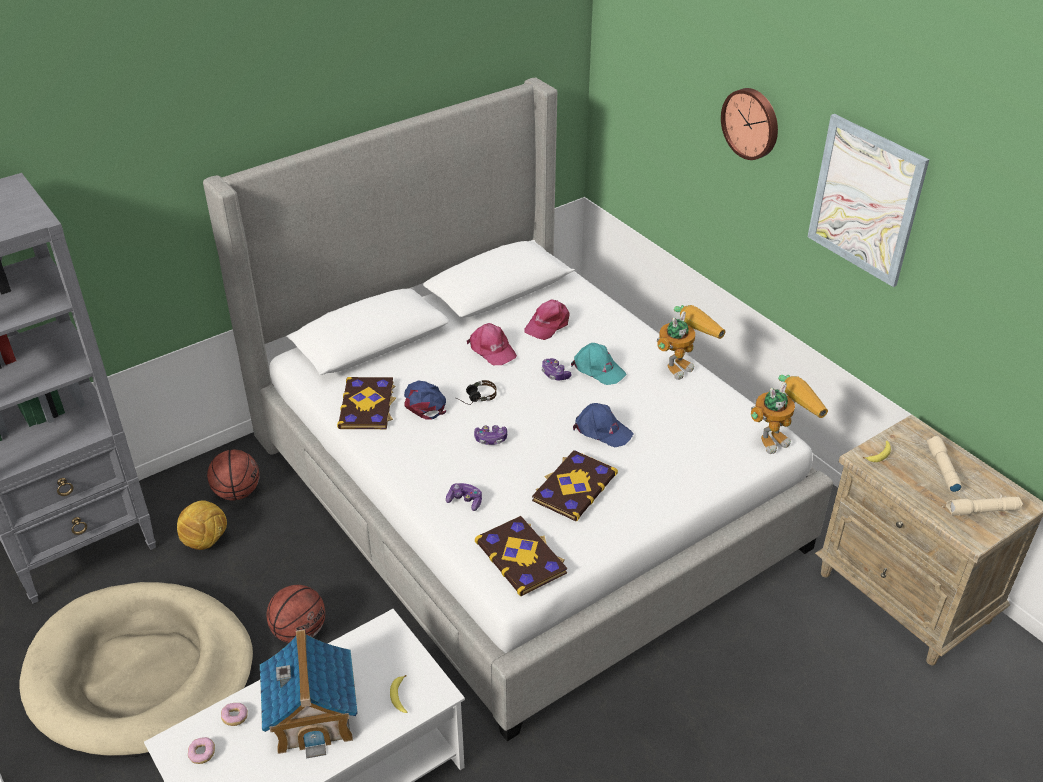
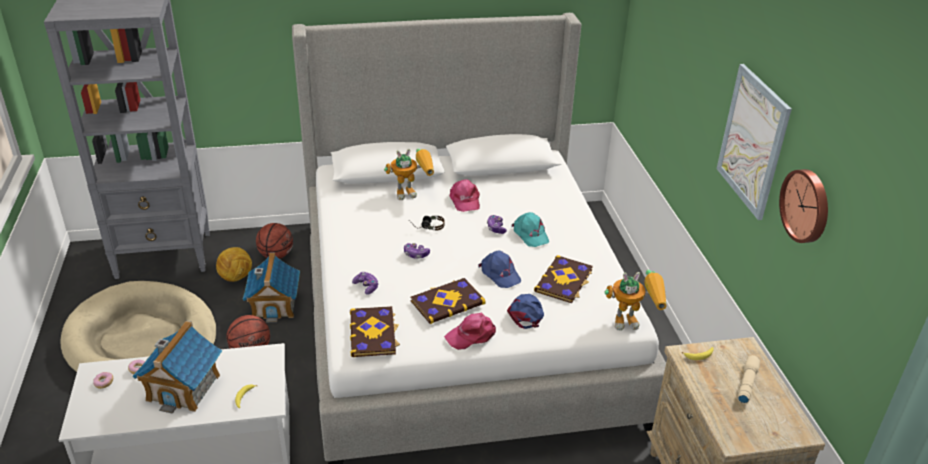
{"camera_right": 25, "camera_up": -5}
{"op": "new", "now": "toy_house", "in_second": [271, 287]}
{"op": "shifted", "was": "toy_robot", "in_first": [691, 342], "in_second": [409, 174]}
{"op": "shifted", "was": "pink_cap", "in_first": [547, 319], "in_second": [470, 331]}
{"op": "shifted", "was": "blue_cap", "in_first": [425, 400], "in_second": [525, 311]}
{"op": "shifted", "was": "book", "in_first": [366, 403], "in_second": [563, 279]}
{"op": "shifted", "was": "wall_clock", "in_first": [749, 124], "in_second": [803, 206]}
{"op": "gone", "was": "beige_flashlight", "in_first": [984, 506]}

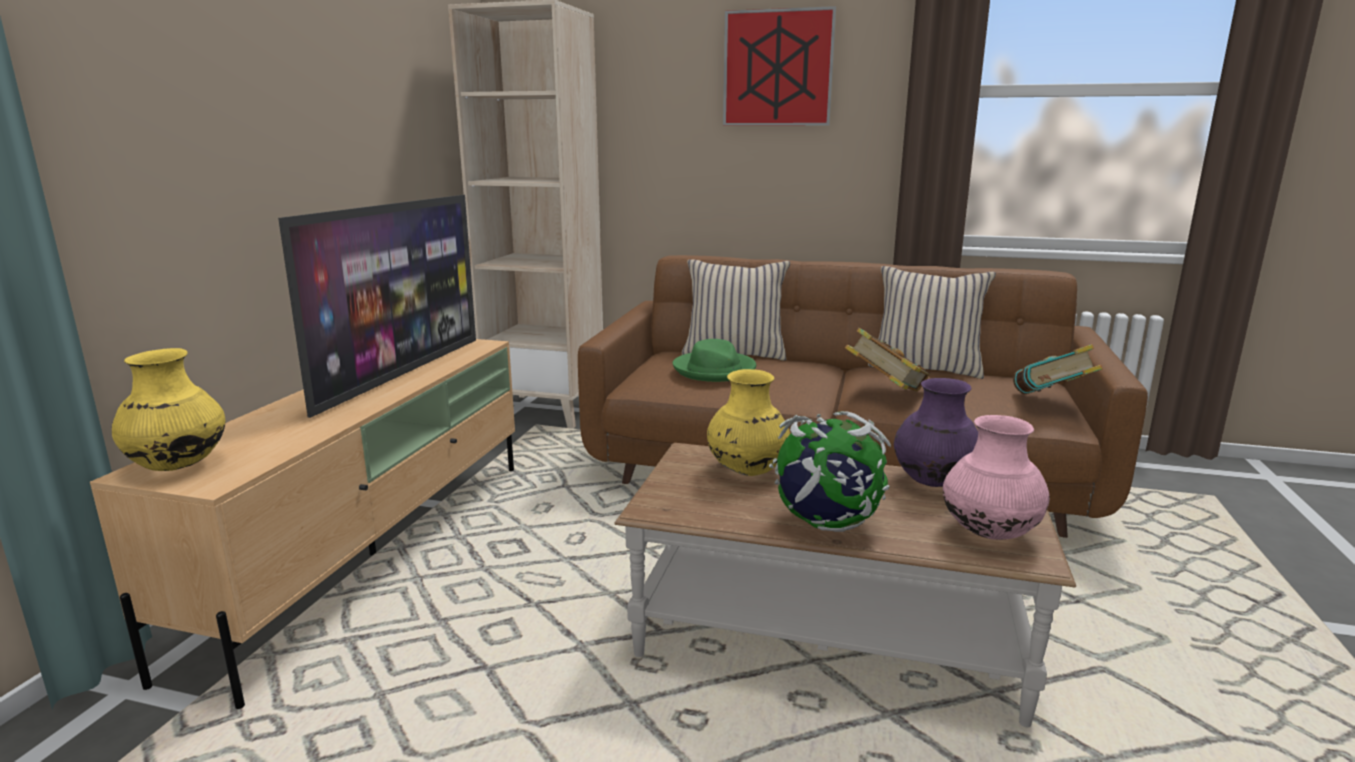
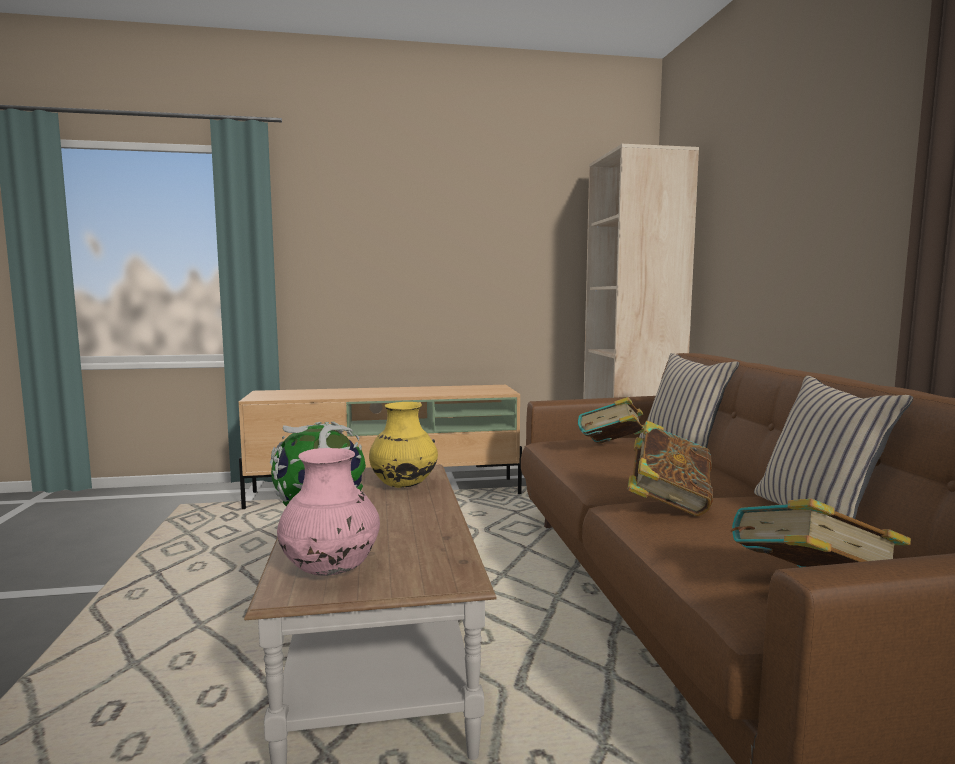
{"camera_right": 65, "camera_up": -10}
{"op": "swapped", "was": "green_hat", "now": "book", "in_first": [714, 360], "in_second": [611, 420]}
{"op": "gone", "was": "yellow_vase", "in_first": [169, 409]}
{"op": "gone", "was": "television", "in_first": [377, 306]}
{"op": "gone", "was": "picture", "in_first": [779, 66]}
{"op": "gone", "was": "purple_vase", "in_first": [936, 432]}

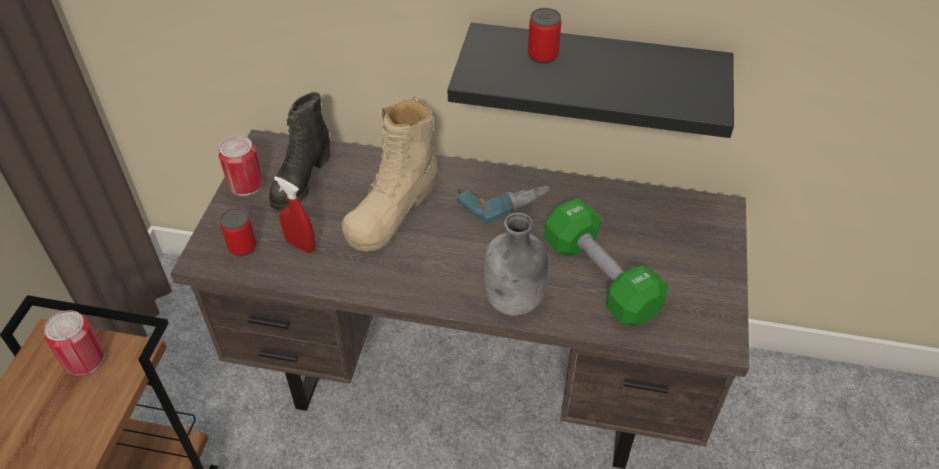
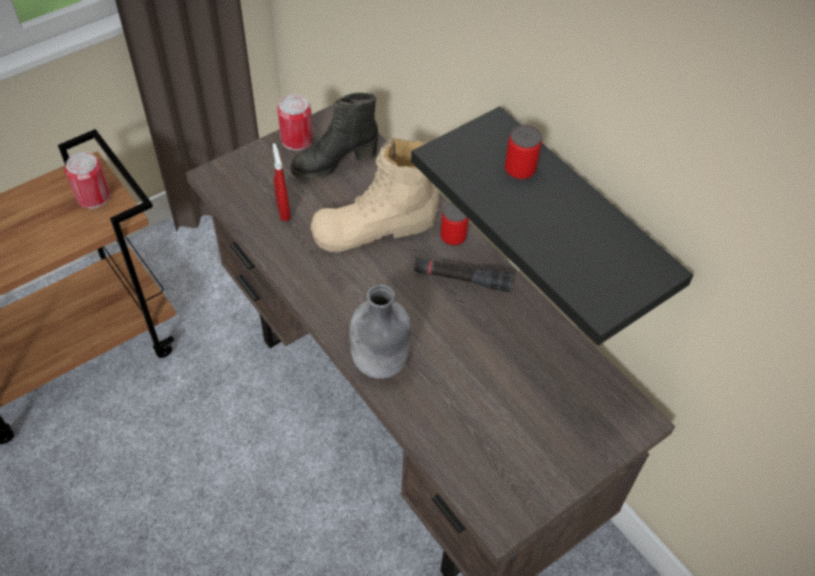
{"camera_right": 40, "camera_up": 5}
{"op": "swapped", "was": "power_drill", "now": "black_flashlight", "in_first": [503, 205], "in_second": [463, 275]}
{"op": "shifted", "was": "can", "in_first": [238, 232], "in_second": [454, 224]}
{"op": "gone", "was": "green_dumbbell", "in_first": [606, 262]}

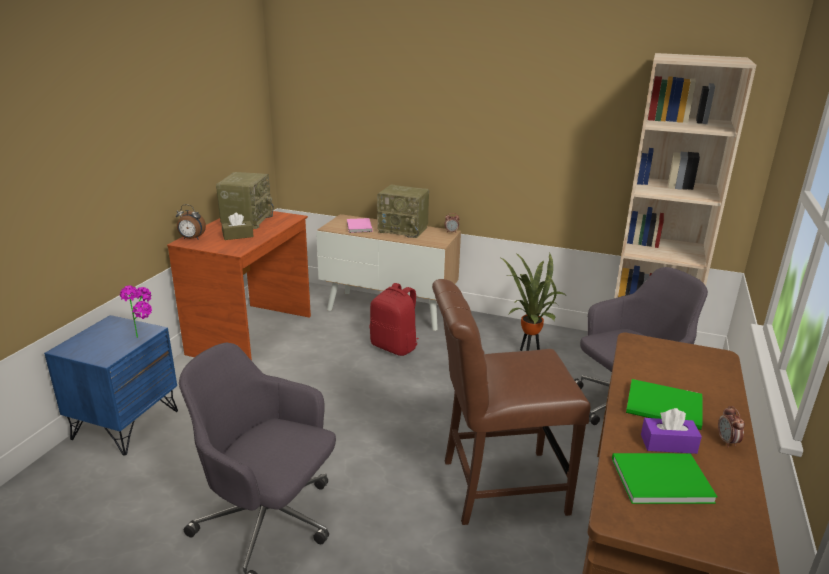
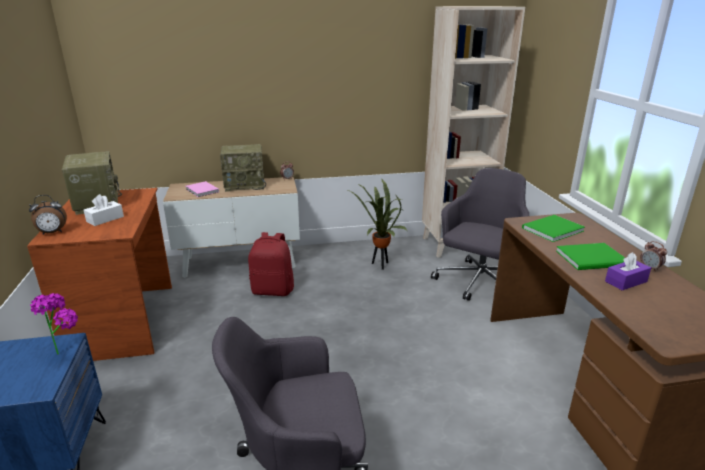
{"camera_right": -30, "camera_up": 0}
{"op": "repainted", "was": "brown_tissue_box", "now": "white_tissue_box", "in_first": [238, 226], "in_second": [104, 210]}
{"op": "shifted", "was": "green_book", "in_first": [664, 478], "in_second": [553, 228]}
{"op": "gone", "was": "brown_chair", "in_first": [511, 402]}

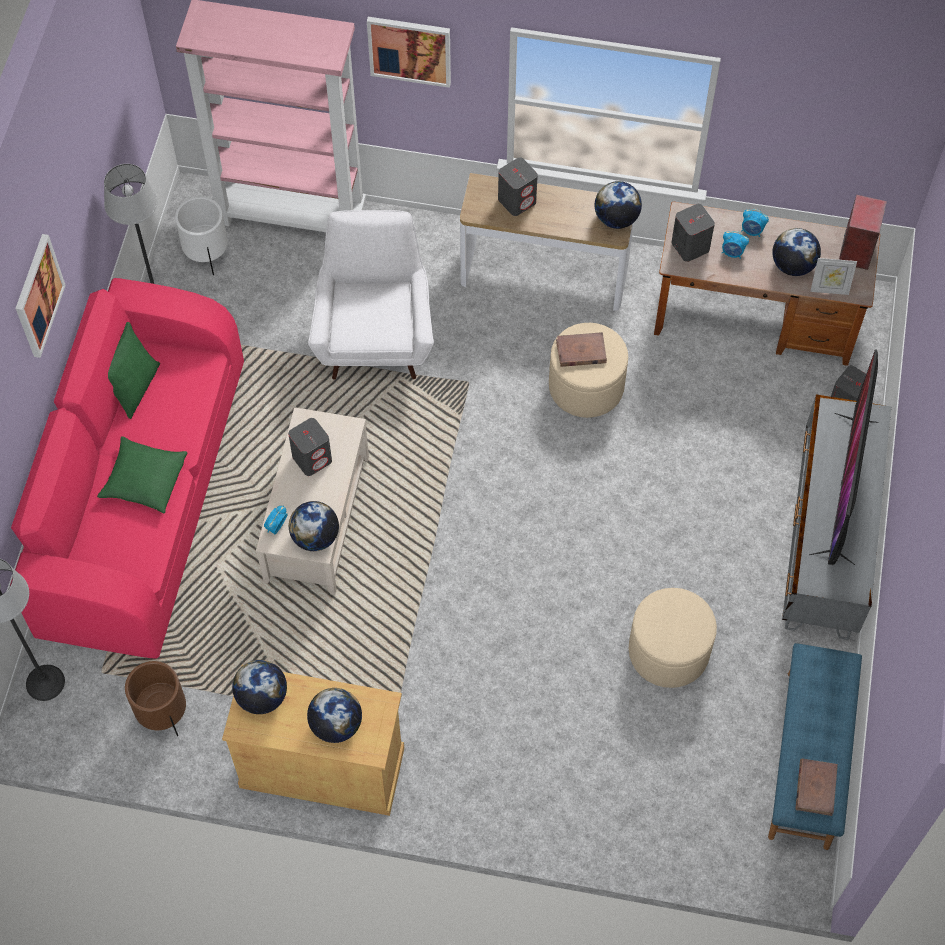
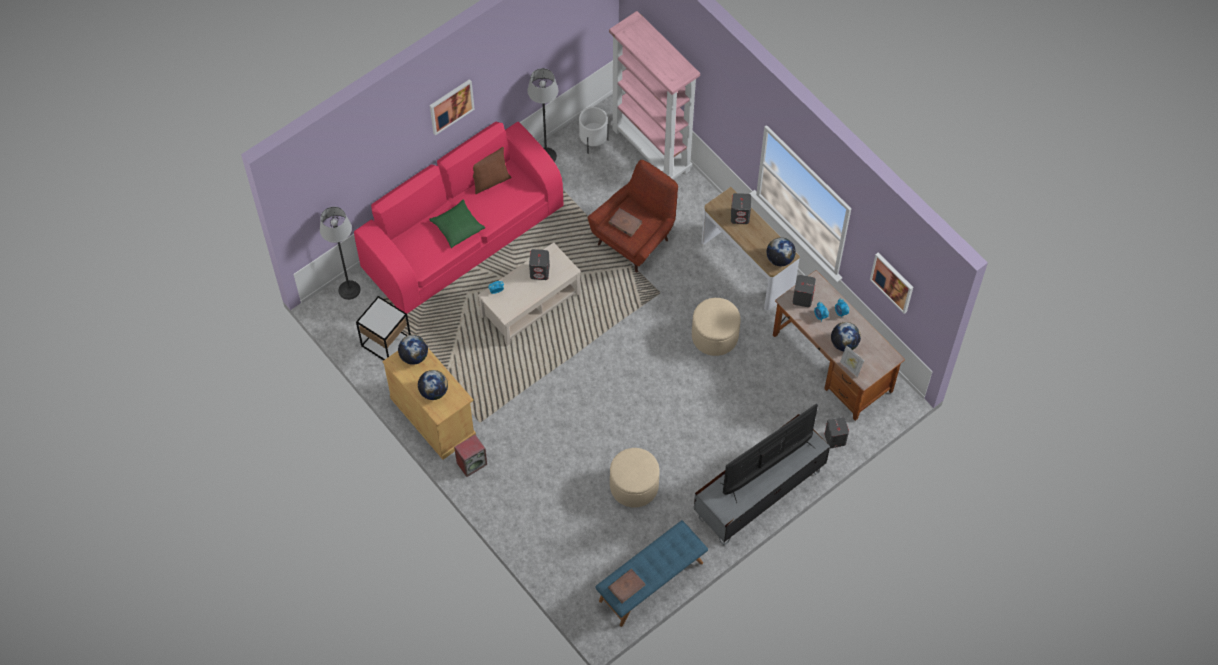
{"camera_right": 40, "camera_up": 0}
{"op": "swapped", "was": "brown_planter", "now": "side_table", "in_first": [155, 699], "in_second": [383, 328]}
{"op": "shifted", "was": "speaker", "in_first": [863, 232], "in_second": [470, 456]}
{"op": "repainted", "was": "green_pillow", "now": "brown_pillow", "in_first": [134, 370], "in_second": [492, 170]}
{"op": "repainted", "was": "white_armchair", "now": "red_armchair", "in_first": [371, 295], "in_second": [633, 216]}
{"op": "shifted", "was": "brown_book", "in_first": [581, 349], "in_second": [625, 222]}
{"op": "shifted", "was": "picture", "in_first": [409, 52], "in_second": [891, 283]}
{"op": "gone", "was": "globe", "in_first": [314, 526]}

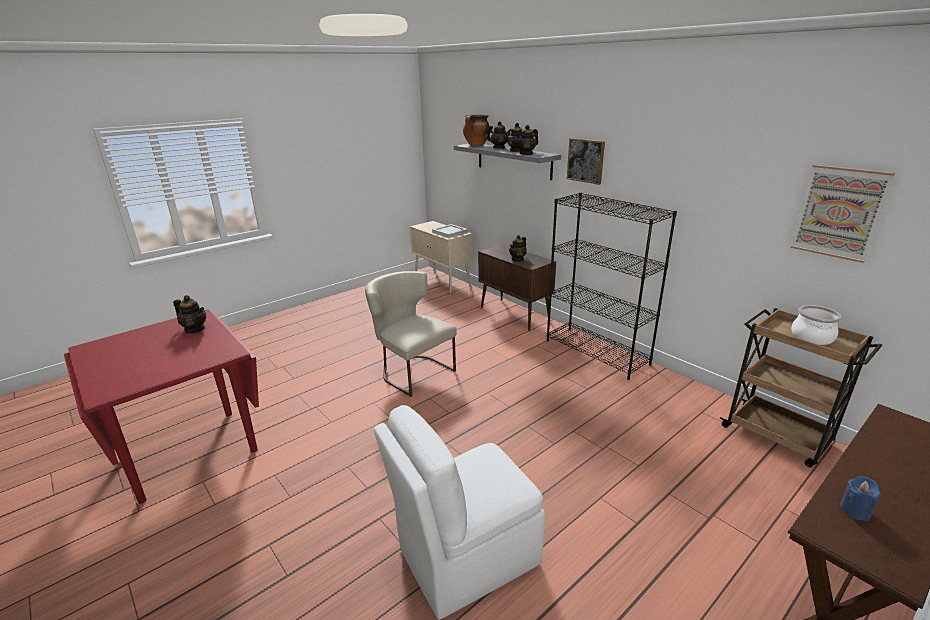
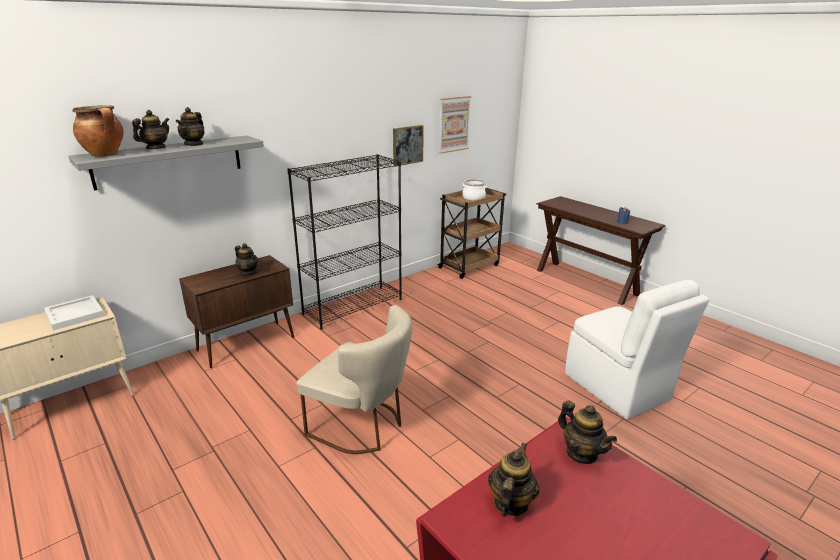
{"camera_right": -90, "camera_up": 0}
{"op": "rotated", "was": "beige_chair", "in_first": [411, 334], "in_second": [354, 379], "clockwise": -105}
{"op": "shifted", "was": "picture", "in_first": [586, 161], "in_second": [408, 146]}
{"op": "shifted", "was": "teapot", "in_first": [526, 140], "in_second": [587, 432]}

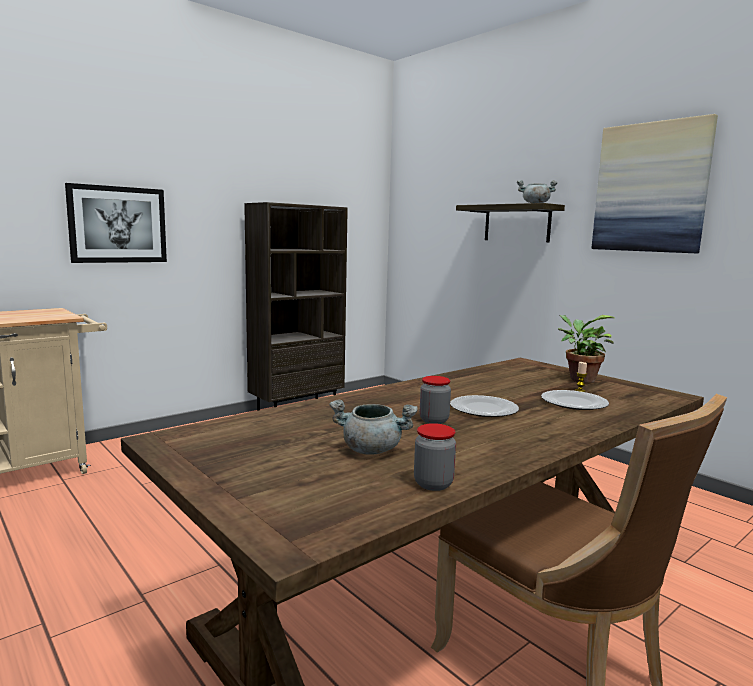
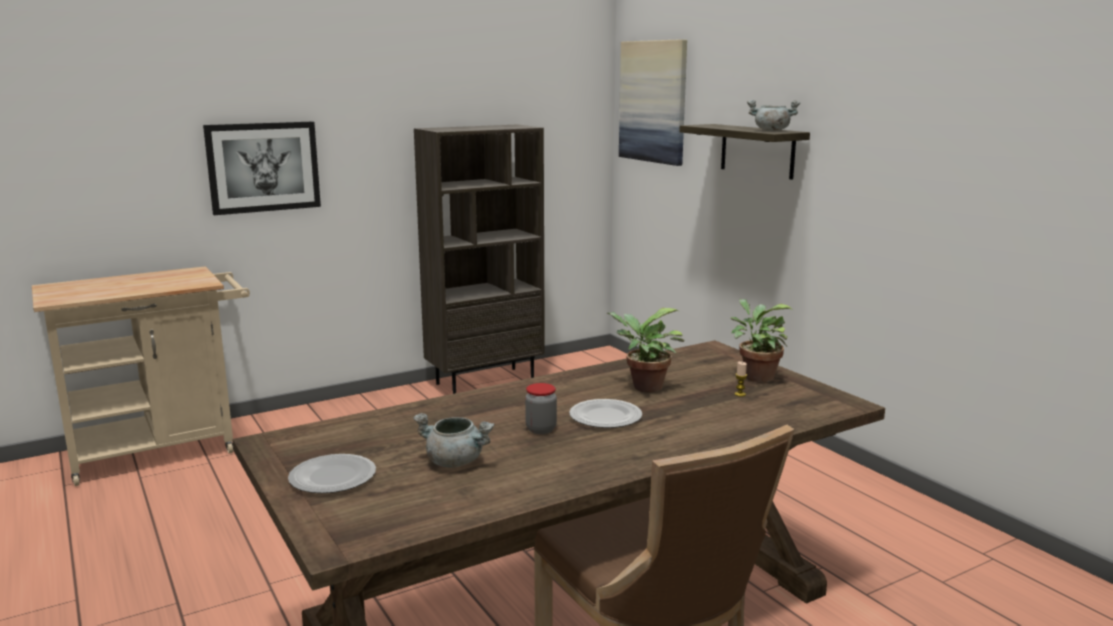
{"camera_right": 10, "camera_up": 5}
{"op": "shifted", "was": "plate", "in_first": [575, 400], "in_second": [332, 473]}
{"op": "new", "now": "potted_plant", "in_second": [645, 350]}
{"op": "shifted", "was": "picture", "in_first": [655, 183], "in_second": [653, 102]}
{"op": "gone", "was": "jar", "in_first": [435, 457]}

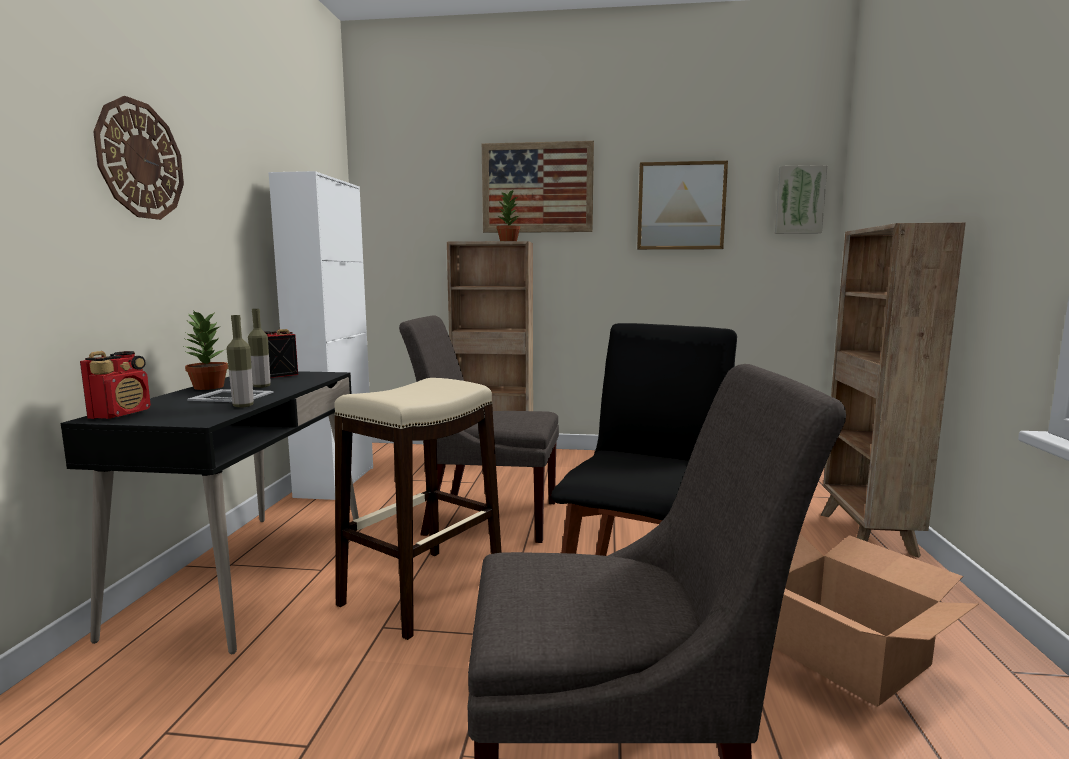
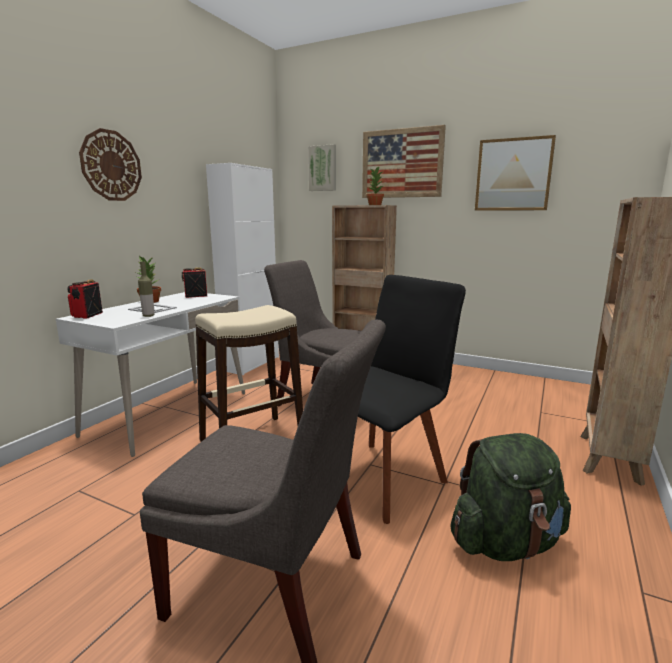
{"camera_right": 20, "camera_up": 5}
{"op": "repainted", "was": "black_desk", "now": "white_desk", "in_first": [209, 512], "in_second": [150, 374]}
{"op": "rotated", "was": "radio", "in_first": [115, 385], "in_second": [85, 299], "clockwise": 150}
{"op": "shifted", "was": "picture", "in_first": [801, 199], "in_second": [322, 167]}
{"op": "swapped", "was": "cardboard_box", "now": "green_backpack", "in_first": [876, 620], "in_second": [510, 497]}
{"op": "gone", "was": "bottle", "in_first": [259, 348]}

